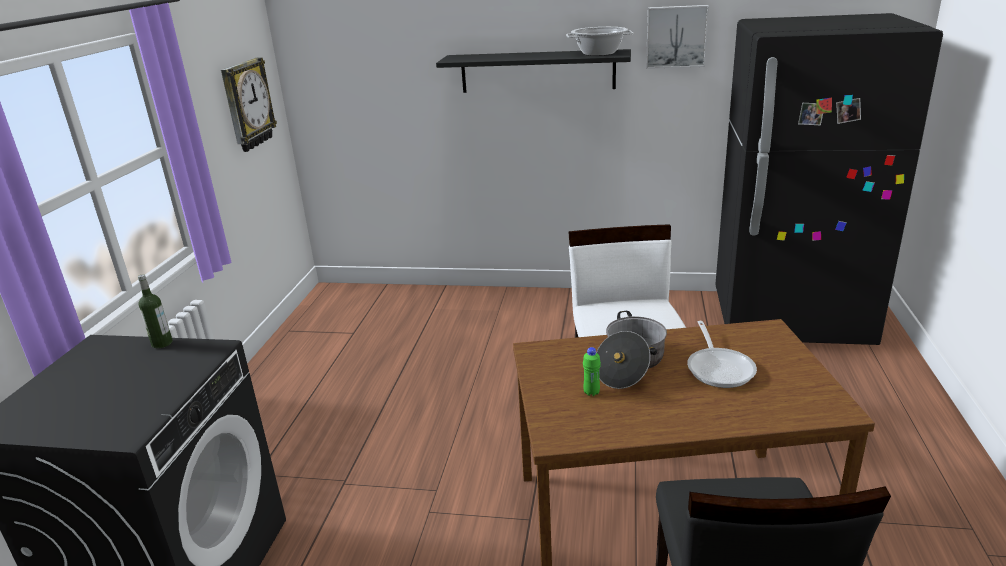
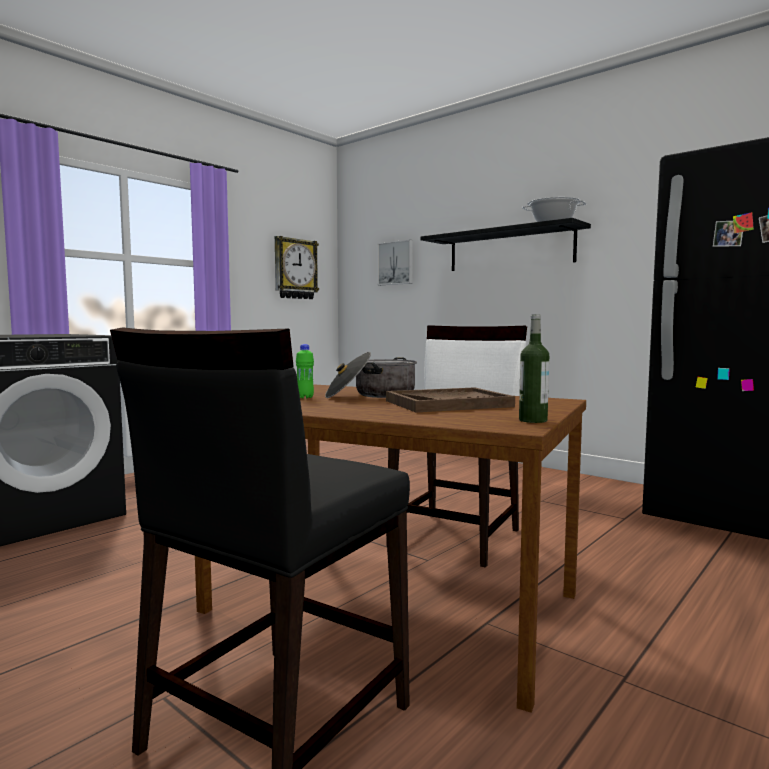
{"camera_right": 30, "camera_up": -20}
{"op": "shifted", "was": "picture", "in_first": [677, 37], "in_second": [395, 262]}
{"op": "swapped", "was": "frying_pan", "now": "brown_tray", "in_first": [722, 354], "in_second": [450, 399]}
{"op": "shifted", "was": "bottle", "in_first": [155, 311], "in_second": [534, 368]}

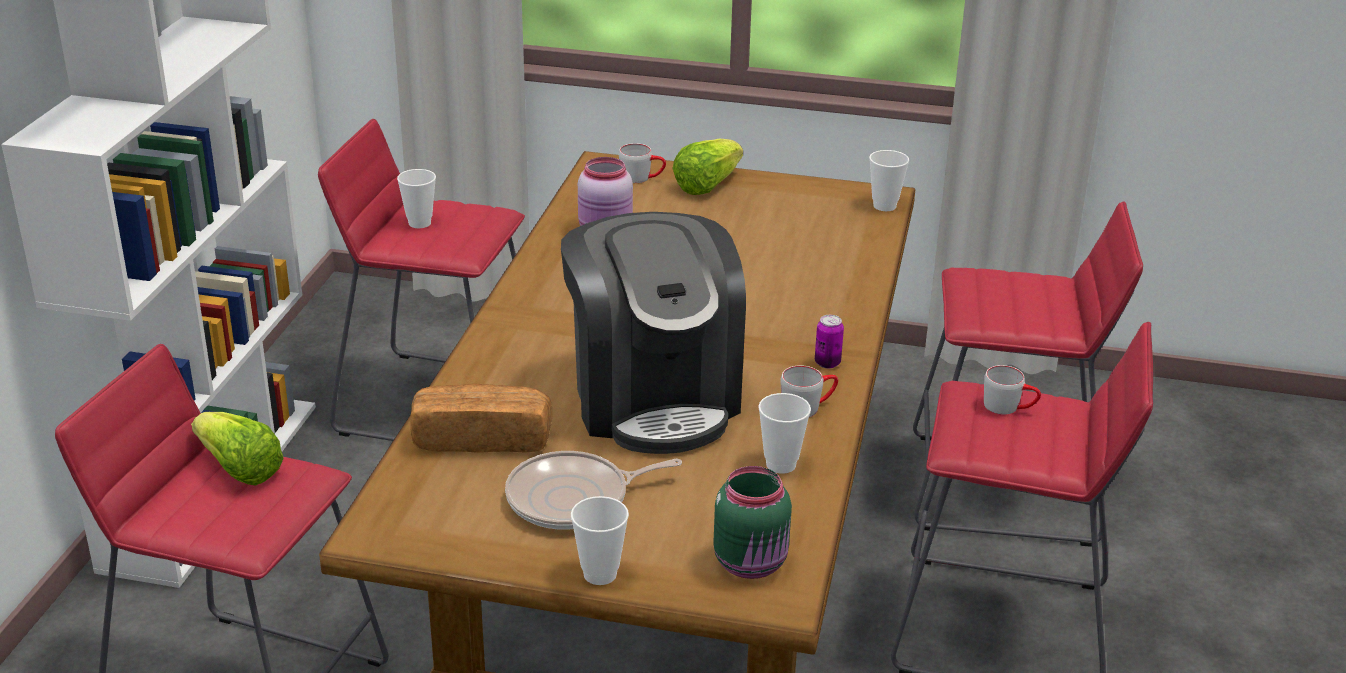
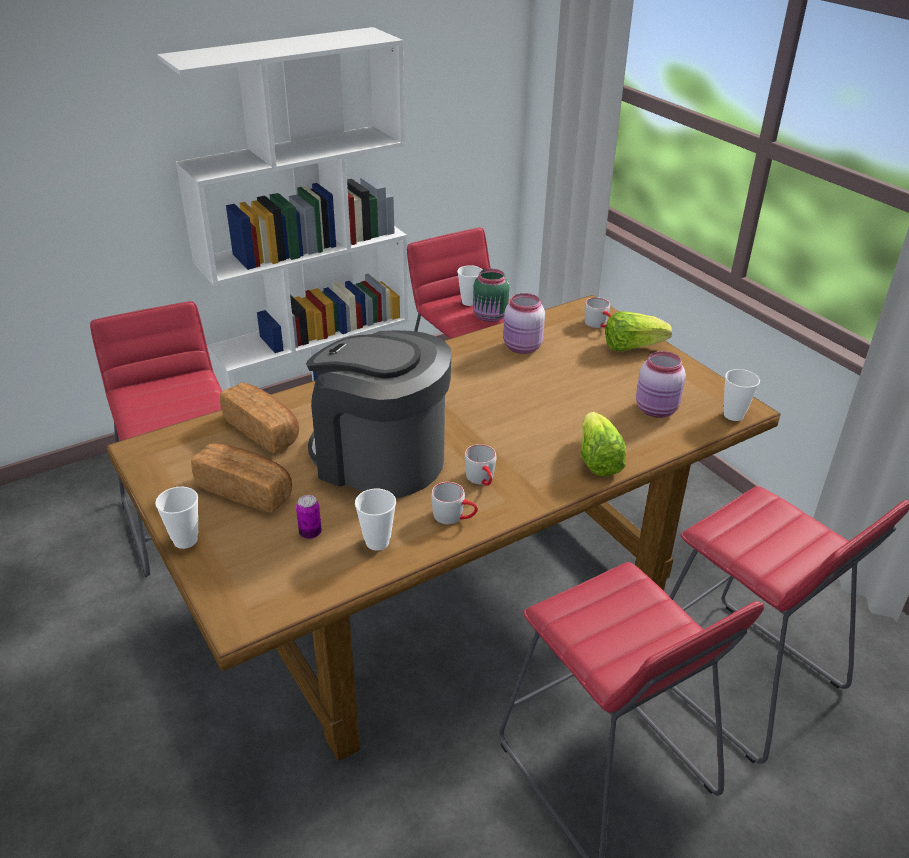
{"camera_right": 45, "camera_up": 5}
{"op": "swapped", "was": "frying_pan", "now": "bread", "in_first": [593, 490], "in_second": [241, 478]}
{"op": "shifted", "was": "can", "in_first": [829, 341], "in_second": [309, 517]}
{"op": "rotated", "was": "coffee_machine", "in_first": [653, 333], "in_second": [378, 414], "clockwise": 90}
{"op": "shifted", "was": "grey_mug", "in_first": [1012, 390], "in_second": [480, 465]}
{"op": "shifted", "was": "green_jar", "in_first": [752, 522], "in_second": [491, 295]}
{"op": "shifted", "was": "lettuce", "in_first": [237, 449], "in_second": [603, 444]}
{"op": "new", "now": "pink_jar", "in_second": [661, 384]}

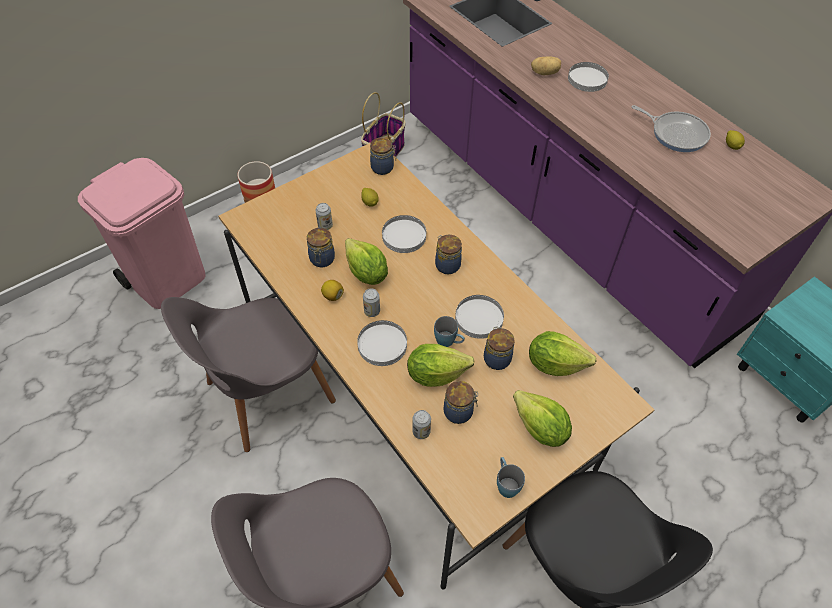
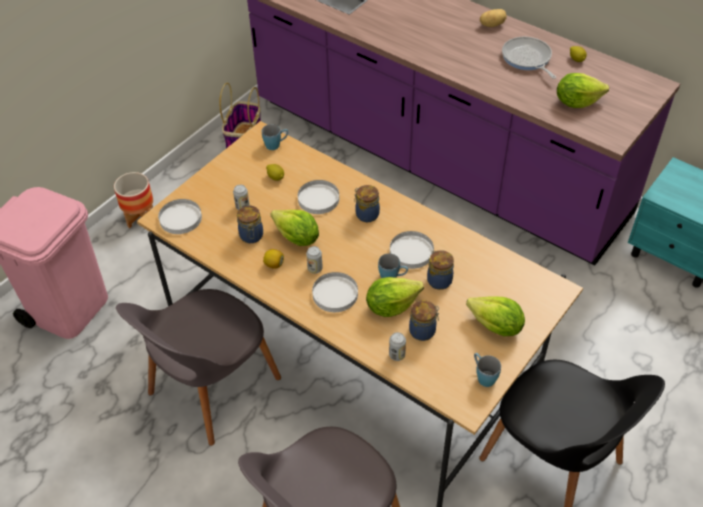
{"camera_right": -15, "camera_up": -5}
{"op": "shifted", "was": "white_plate", "in_first": [588, 77], "in_second": [180, 216]}
{"op": "swapped", "was": "jar", "now": "blue_mug", "in_first": [383, 156], "in_second": [275, 137]}
{"op": "shifted", "was": "potato", "in_first": [546, 65], "in_second": [493, 18]}
{"op": "rotated", "was": "frying_pan", "in_first": [671, 128], "in_second": [529, 58], "clockwise": -135}
{"op": "shifted", "was": "lettuce", "in_first": [562, 353], "in_second": [583, 90]}

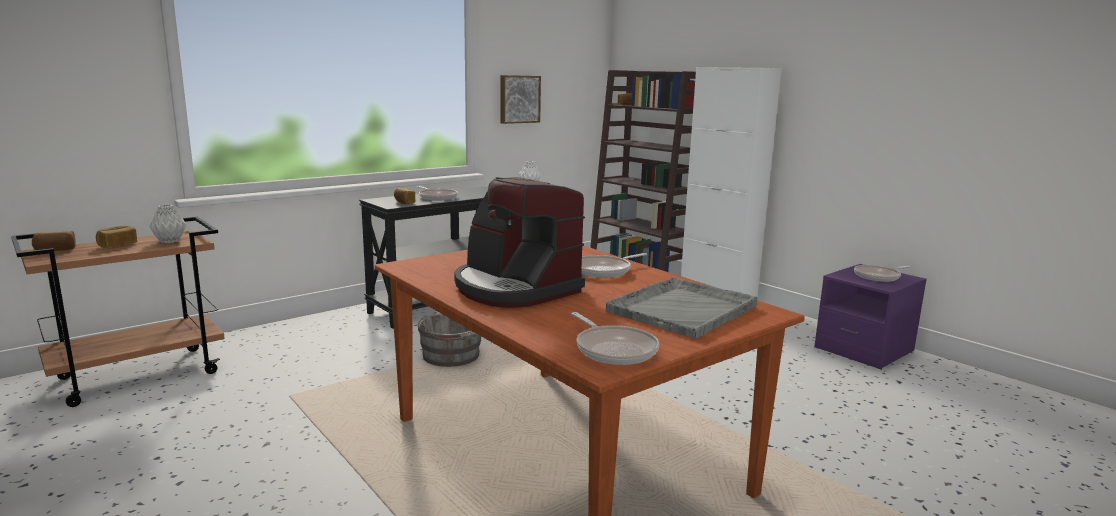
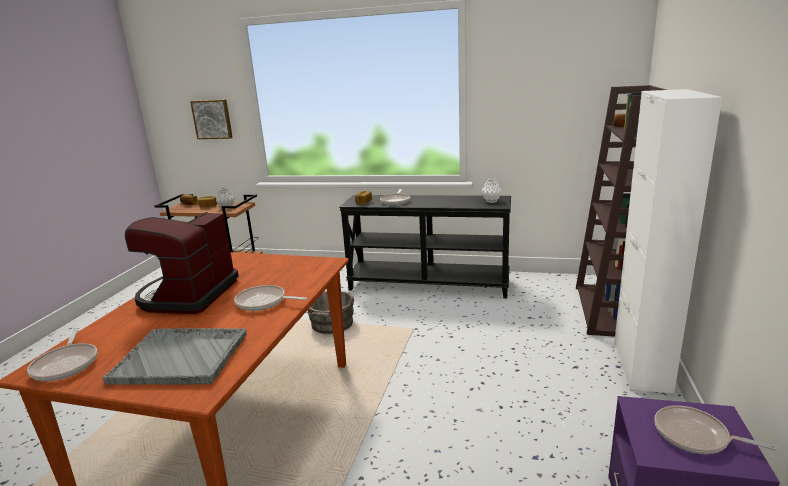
{"camera_right": 55, "camera_up": 5}
{"op": "rotated", "was": "frying_pan", "in_first": [615, 338], "in_second": [62, 355], "clockwise": -45}
{"op": "shifted", "was": "picture", "in_first": [521, 99], "in_second": [211, 119]}

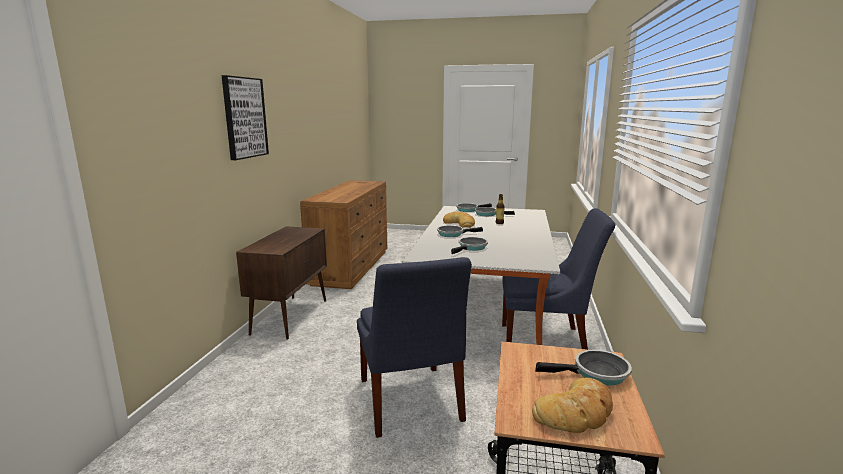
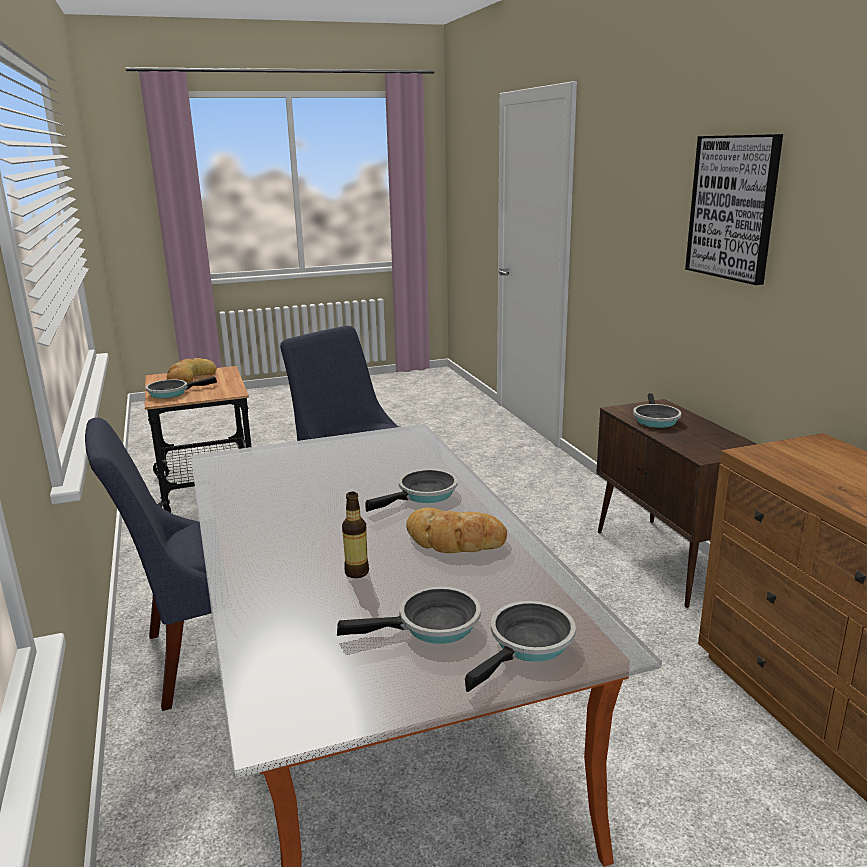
{"camera_right": 150, "camera_up": 5}
{"op": "shifted", "was": "frying_pan", "in_first": [469, 245], "in_second": [657, 410]}

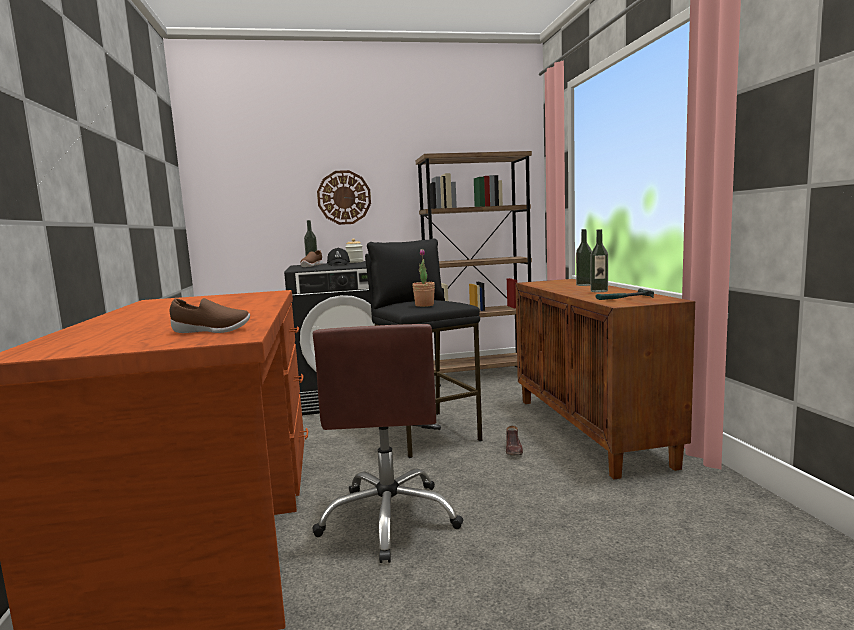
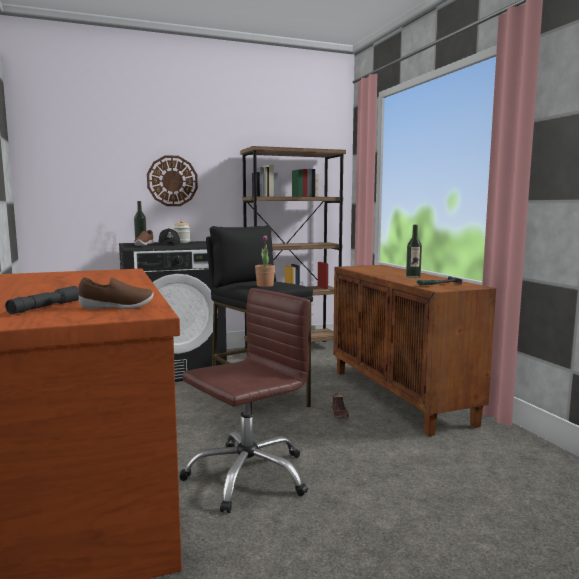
{"camera_right": -10, "camera_up": 0}
{"op": "new", "now": "grey_flashlight", "in_second": [42, 300]}
{"op": "rotated", "was": "brown_office_chair", "in_first": [387, 443], "in_second": [244, 400], "clockwise": -120}
{"op": "gone", "was": "bottle", "in_first": [584, 257]}

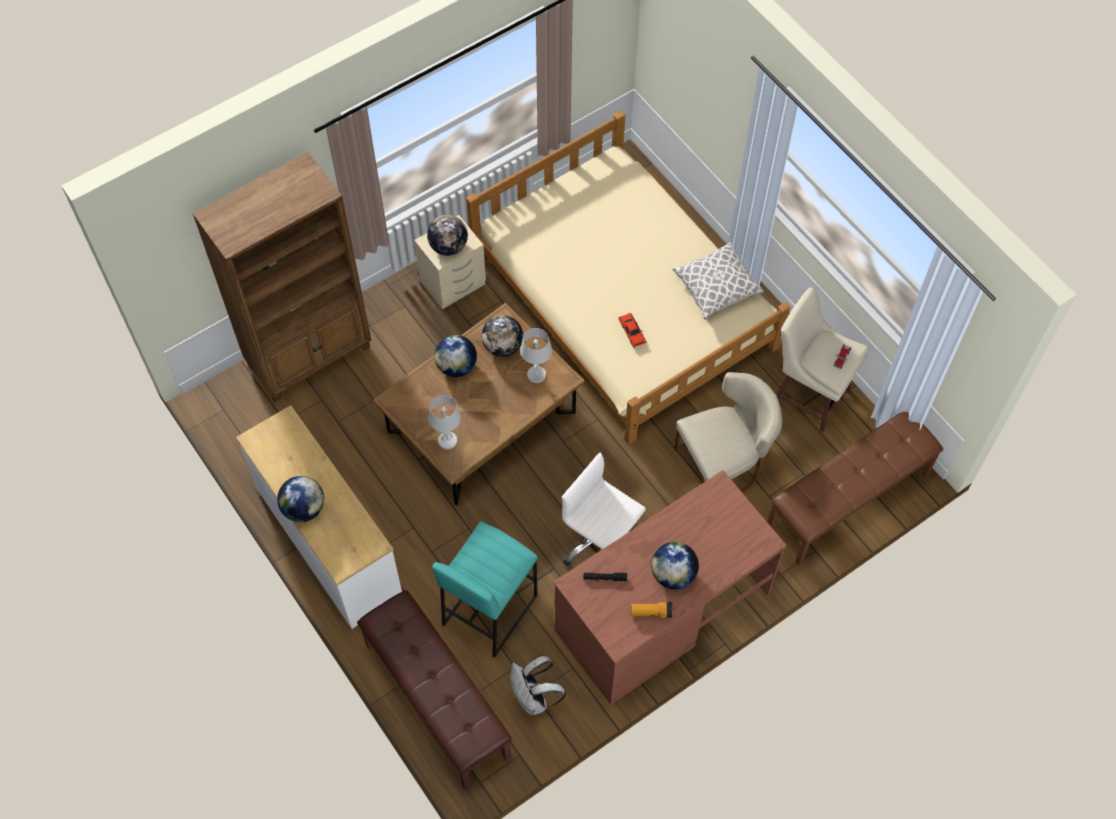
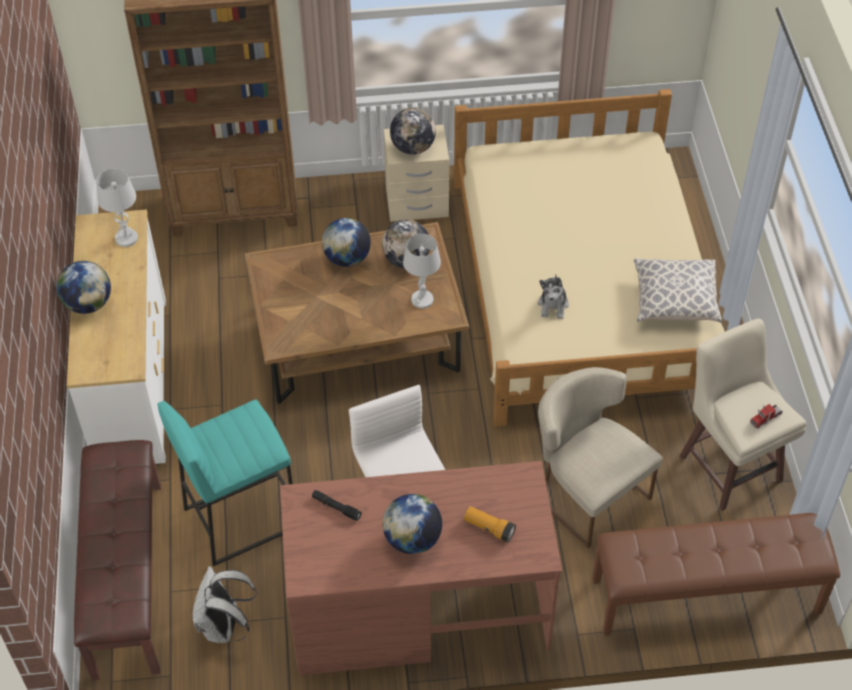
{"camera_right": 30, "camera_up": -10}
{"op": "shifted", "was": "white_table_lamp", "in_first": [444, 422], "in_second": [117, 208]}
{"op": "shifted", "was": "flashlight", "in_first": [651, 610], "in_second": [490, 524]}
{"op": "swapped", "was": "red_toy_car", "now": "plush_toy", "in_first": [632, 330], "in_second": [553, 297]}
{"op": "rotated", "was": "beige_chair", "in_first": [728, 432], "in_second": [600, 457], "clockwise": -135}

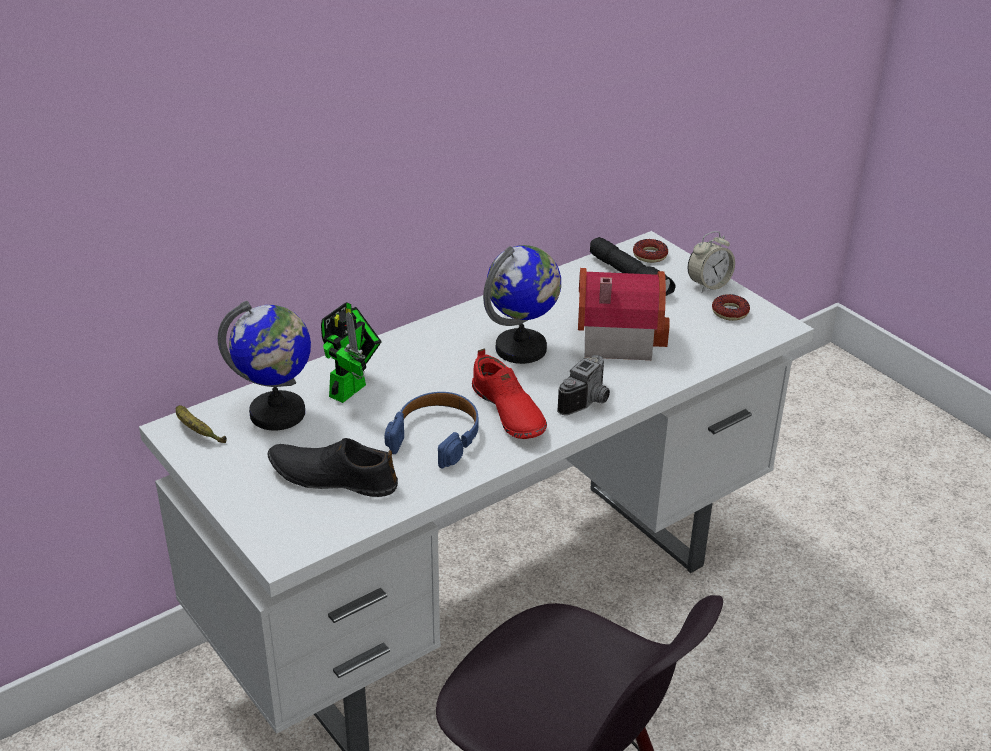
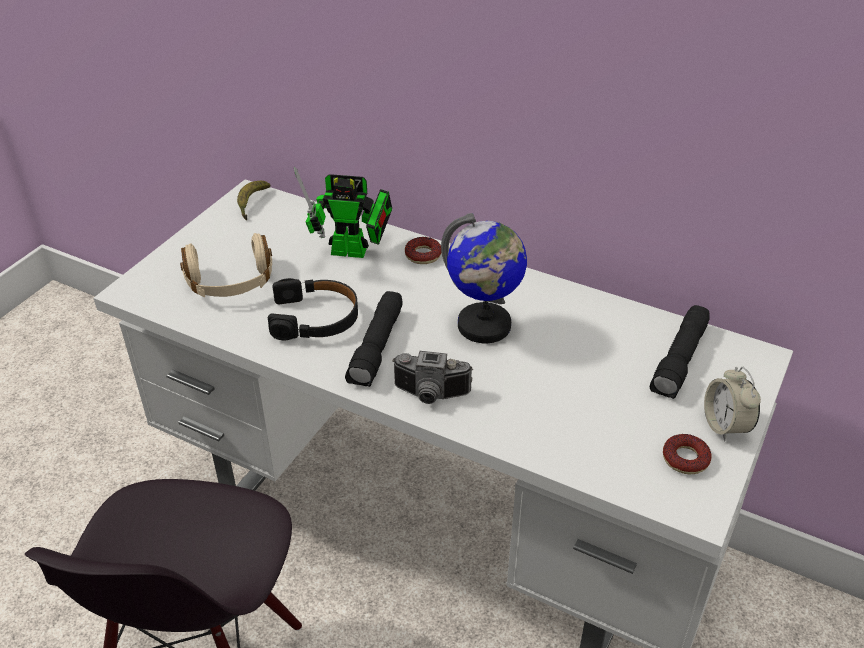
{"camera_right": 65, "camera_up": 5}
{"op": "swapped", "was": "black_shoe", "now": "beige_headphones", "in_first": [333, 467], "in_second": [226, 265]}
{"op": "repainted", "was": "blue_headphones", "now": "black_headphones", "in_first": [431, 430], "in_second": [313, 309]}
{"op": "swapped", "was": "red_shoe", "now": "black_flashlight", "in_first": [509, 394], "in_second": [374, 339]}
{"op": "shifted", "was": "donut", "in_first": [650, 251], "in_second": [423, 250]}
{"op": "rotated", "was": "alarm_clock", "in_first": [711, 262], "in_second": [732, 404], "clockwise": 45}
{"op": "gone", "was": "globe", "in_first": [264, 366]}
{"op": "gone", "was": "toy_house", "in_first": [624, 314]}

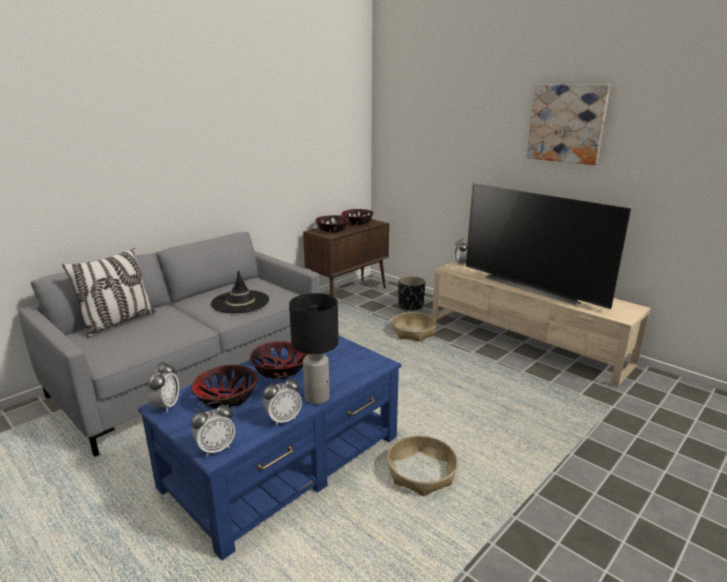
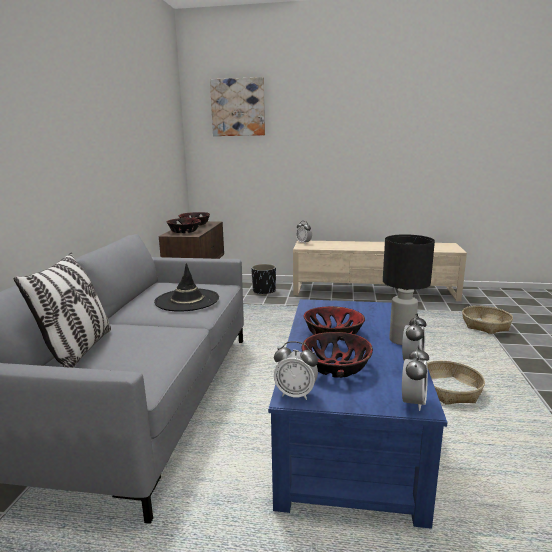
{"camera_right": -35, "camera_up": -5}
{"op": "shifted", "was": "picture", "in_first": [568, 125], "in_second": [237, 106]}
{"op": "rotated", "was": "alarm_clock", "in_first": [163, 387], "in_second": [296, 370], "clockwise": 135}
{"op": "shifted", "was": "basket", "in_first": [414, 326], "in_second": [487, 320]}
{"op": "gone", "was": "television", "in_first": [548, 246]}

